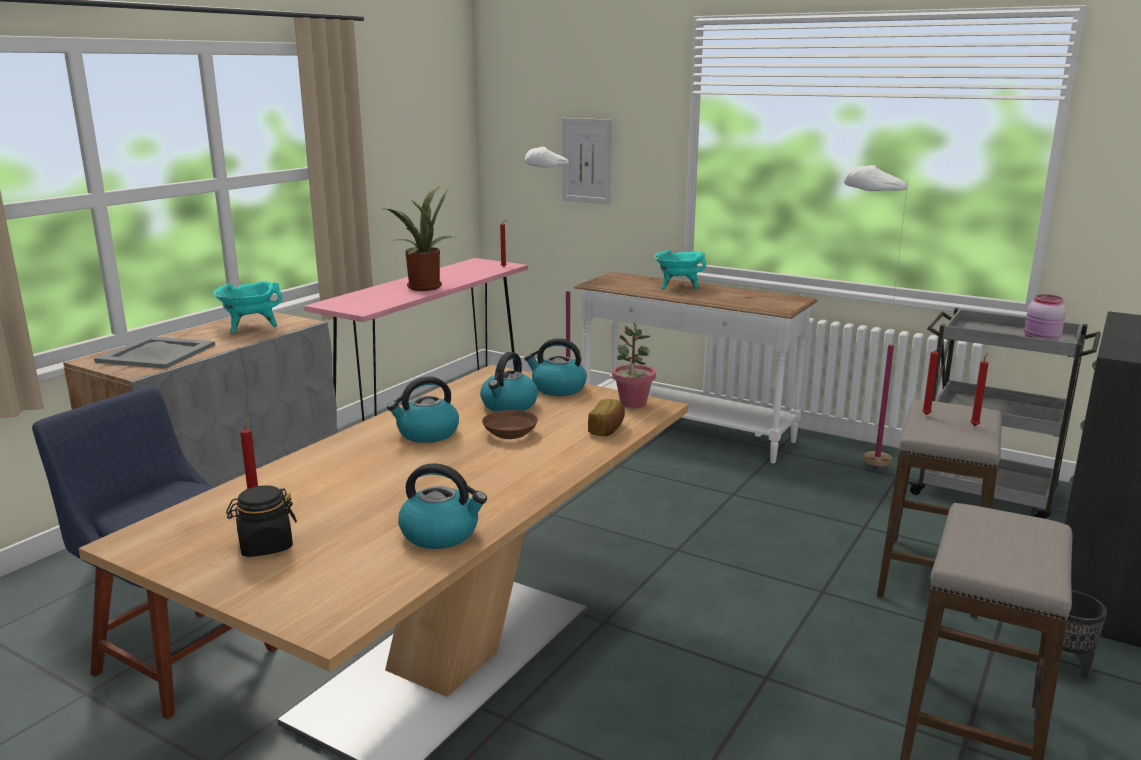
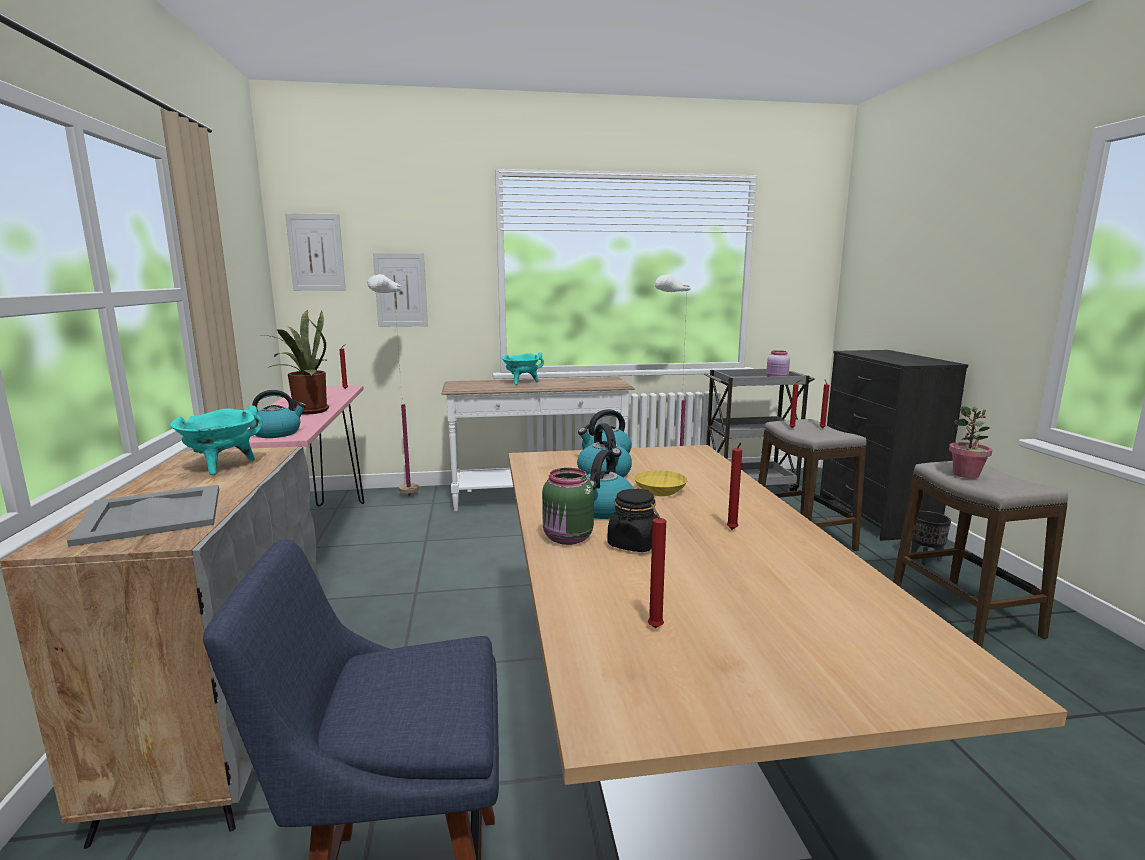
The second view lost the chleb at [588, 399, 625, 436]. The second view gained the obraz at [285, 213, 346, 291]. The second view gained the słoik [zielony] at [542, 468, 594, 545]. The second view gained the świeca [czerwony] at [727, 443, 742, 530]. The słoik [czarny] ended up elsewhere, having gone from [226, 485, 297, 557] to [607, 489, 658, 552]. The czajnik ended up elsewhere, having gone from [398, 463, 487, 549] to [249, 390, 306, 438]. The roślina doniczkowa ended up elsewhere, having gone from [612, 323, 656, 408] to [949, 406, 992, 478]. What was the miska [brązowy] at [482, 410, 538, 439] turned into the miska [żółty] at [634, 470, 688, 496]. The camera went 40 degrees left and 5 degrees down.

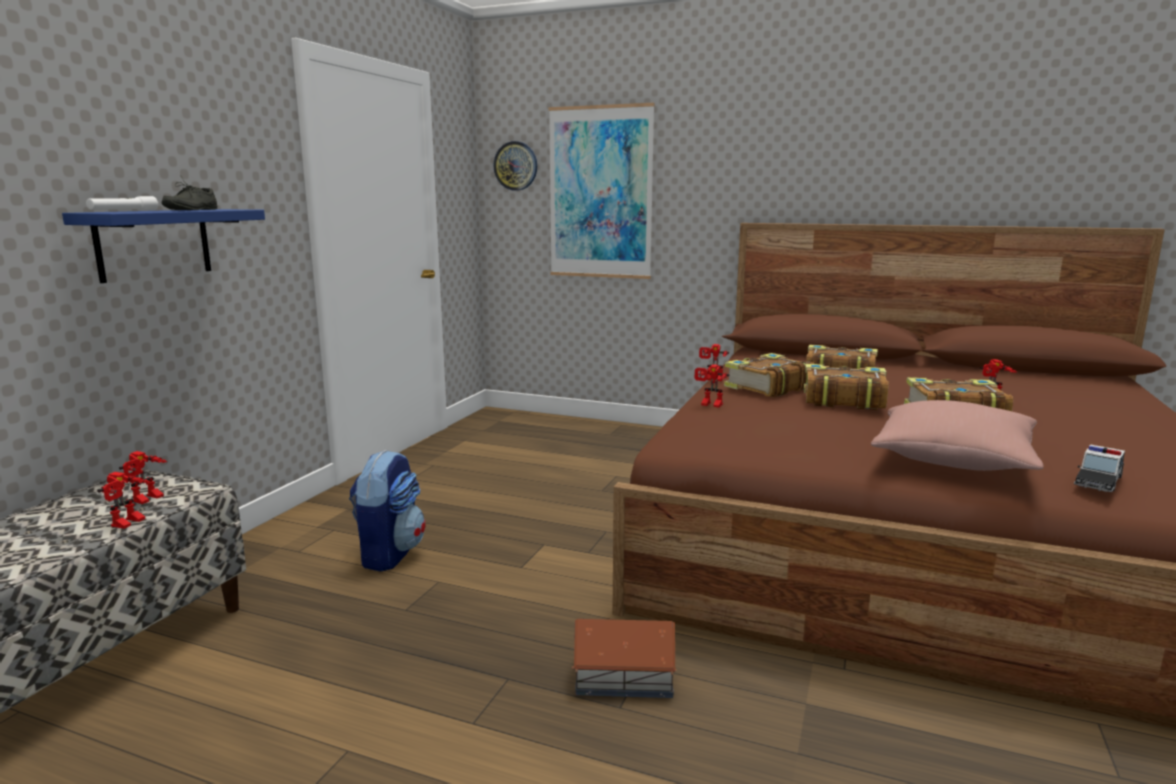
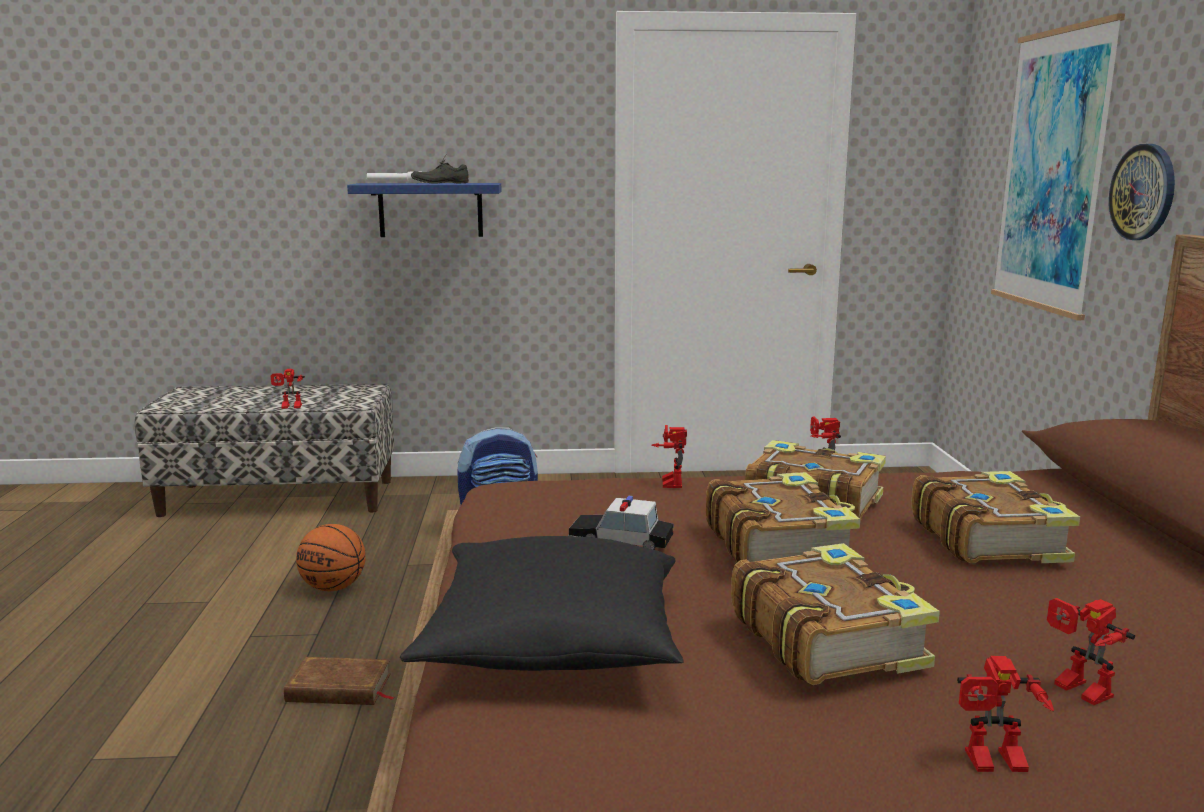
The second view gained the piłka do koszykówki at [296, 524, 366, 591]. The robot zabawkowy ended up elsewhere, having gone from [119, 451, 167, 504] to [957, 656, 1054, 772]. The zegar ścienny ended up elsewhere, having gone from [493, 141, 537, 191] to [1109, 144, 1175, 240]. The samochodzik ended up elsewhere, having gone from [1074, 444, 1125, 492] to [568, 496, 673, 550]. Where the domek stood at [572, 619, 677, 698], the książka [brązowy] came to stand at [284, 657, 395, 705]. What was the poduszka [różowy] at [871, 400, 1044, 471] turned into the poduszka [czarny] at [400, 536, 684, 671]. The camera went 65 degrees right and 0 degrees up.

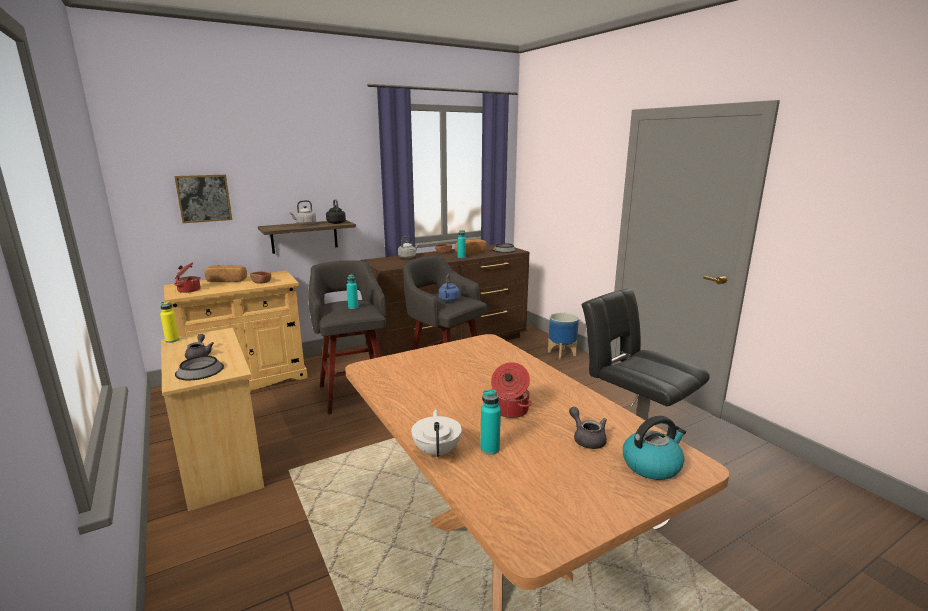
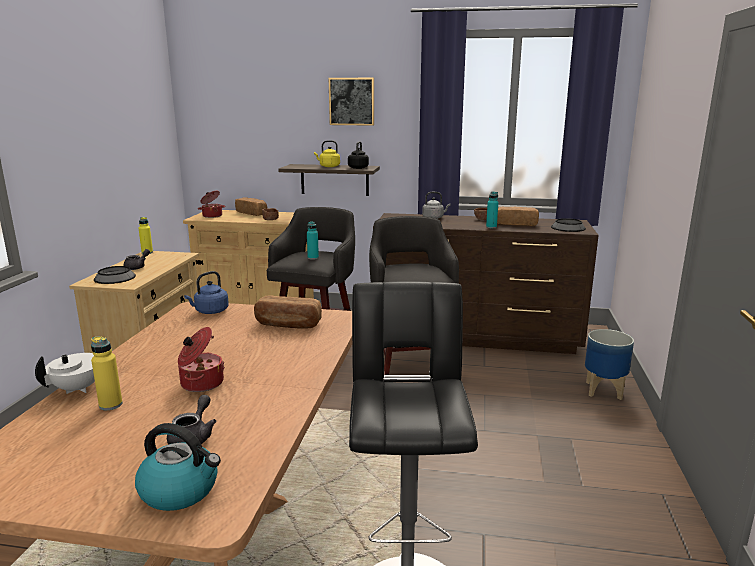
The second view gained the chleb at [254, 296, 322, 329]. The obraz ended up elsewhere, having gone from [174, 175, 232, 223] to [329, 78, 374, 126]. The czajnik [niebieski] ended up elsewhere, having gone from [439, 274, 460, 302] to [184, 271, 229, 314]. What was the czajnik [szary] at [290, 200, 316, 225] turned into the czajnik [żółty] at [314, 140, 340, 167]. What was the butelka [turkusowy] at [480, 390, 501, 455] turned into the butelka [żółty] at [91, 336, 123, 410]. The camera went 40 degrees right and 0 degrees up.

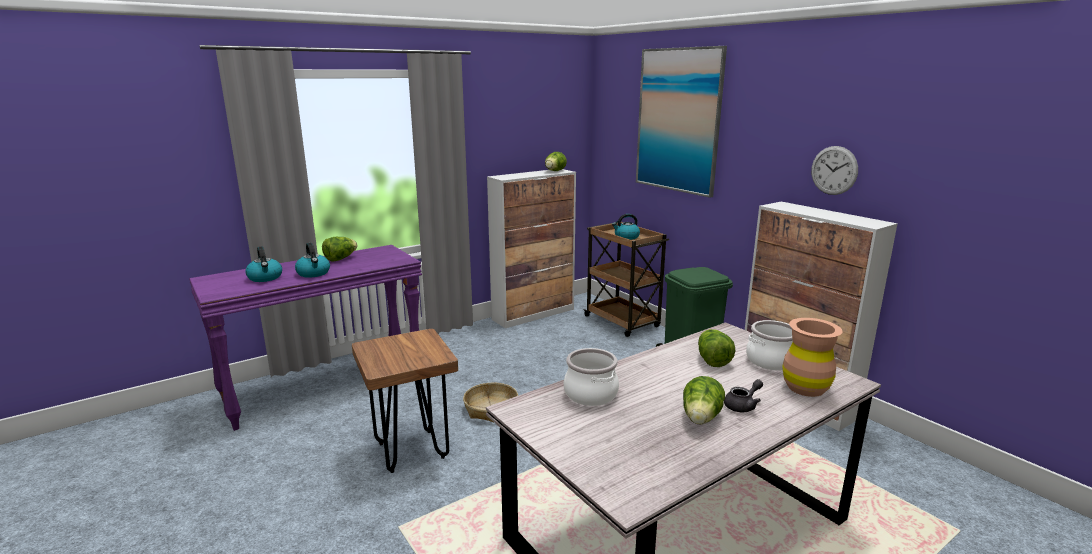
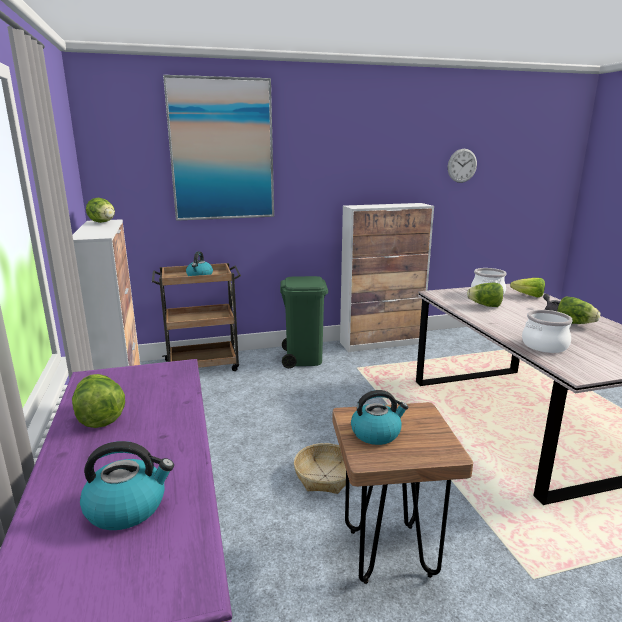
The czajnik ended up elsewhere, having gone from [295, 243, 330, 278] to [351, 390, 408, 445]. The zegar ścienny ended up elsewhere, having gone from [811, 146, 858, 195] to [448, 149, 477, 183]. Where the wazon [brązowy] stood at [782, 318, 843, 397], the sałata came to stand at [510, 278, 545, 297]. The camera went 70 degrees left and 0 degrees up.

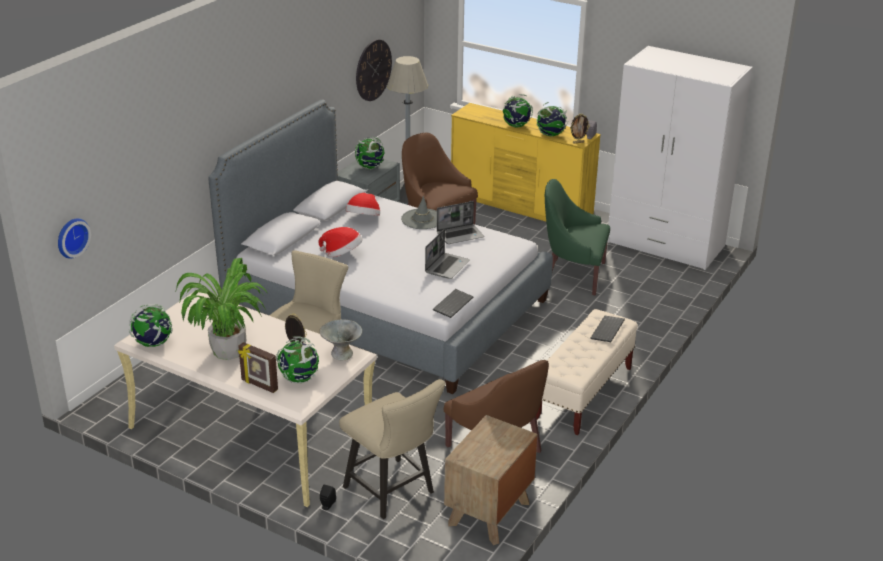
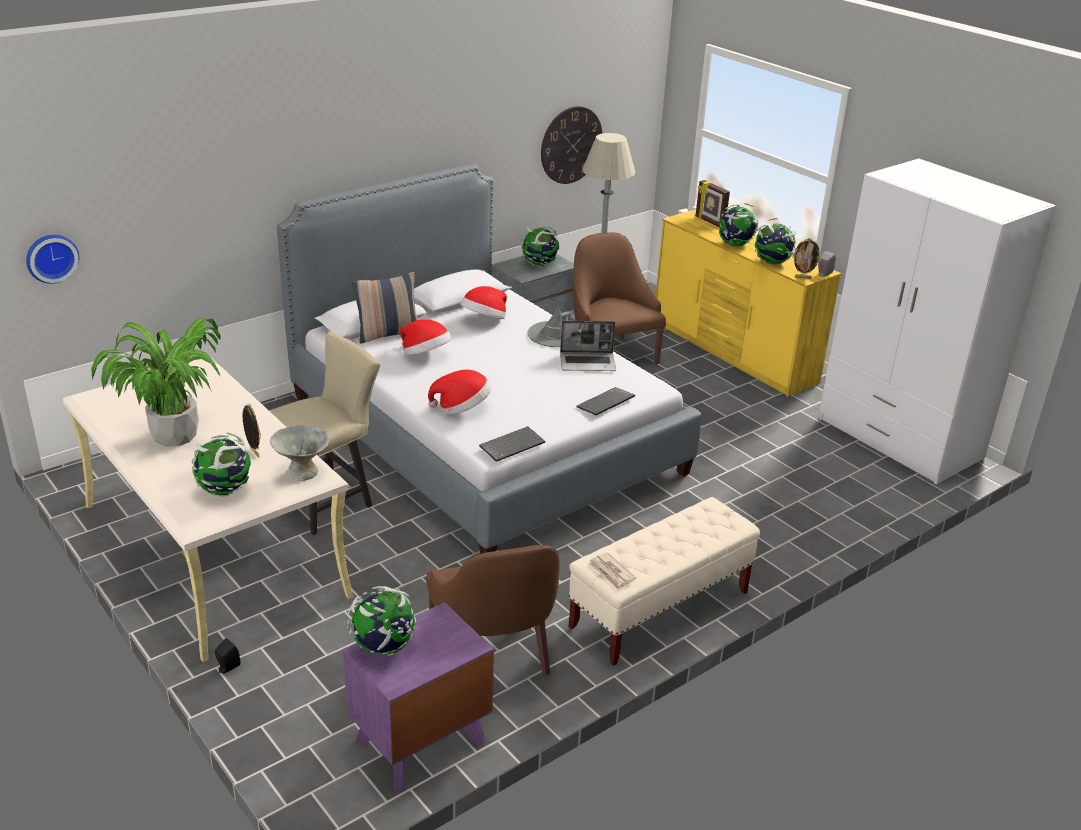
The second view lost the krzesło [beżowy] at [339, 379, 445, 519]. The second view lost the laptop at [425, 229, 470, 279]. The second view lost the fotel [zielony] at [545, 179, 610, 295]. The second view gained the poduszka at [352, 272, 418, 344]. The second view gained the kapelusz at [428, 370, 492, 414]. The second view gained the gazeta at [588, 552, 636, 590]. The globus ended up elsewhere, having gone from [129, 304, 173, 347] to [347, 586, 416, 656]. The ramka na zdjęcie ended up elsewhere, having gone from [238, 342, 278, 393] to [696, 180, 730, 227]. The klawiatura ended up elsewhere, having gone from [590, 316, 625, 342] to [576, 387, 635, 415]. What was the szafka nocna [brązowy] at [444, 415, 538, 545] turned into the szafka nocna [fioletowy] at [343, 602, 494, 790]. The camera went 20 degrees right and 0 degrees up.

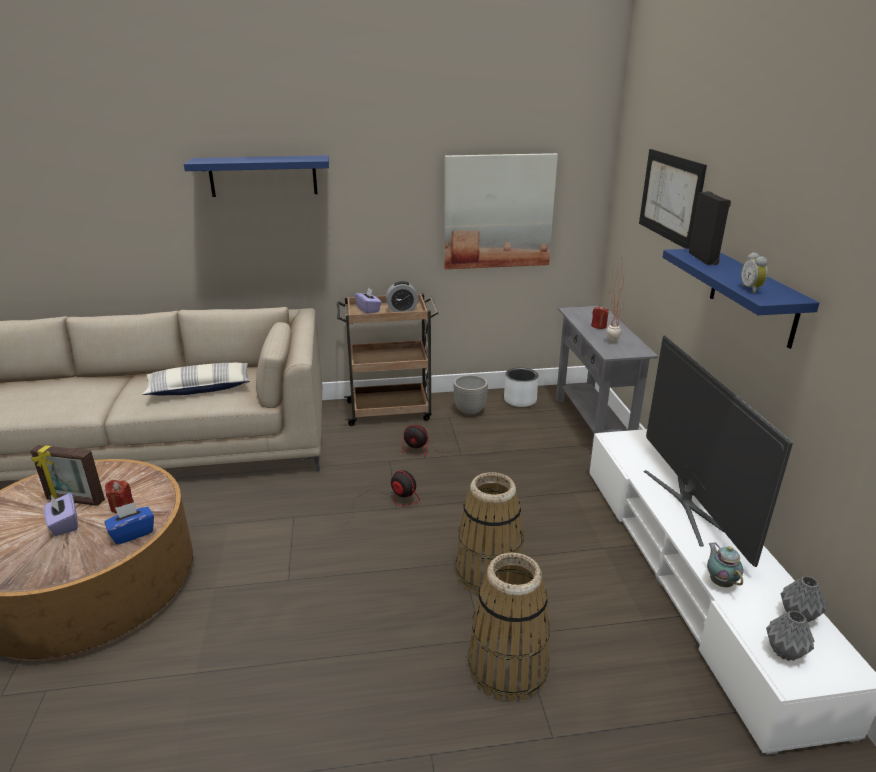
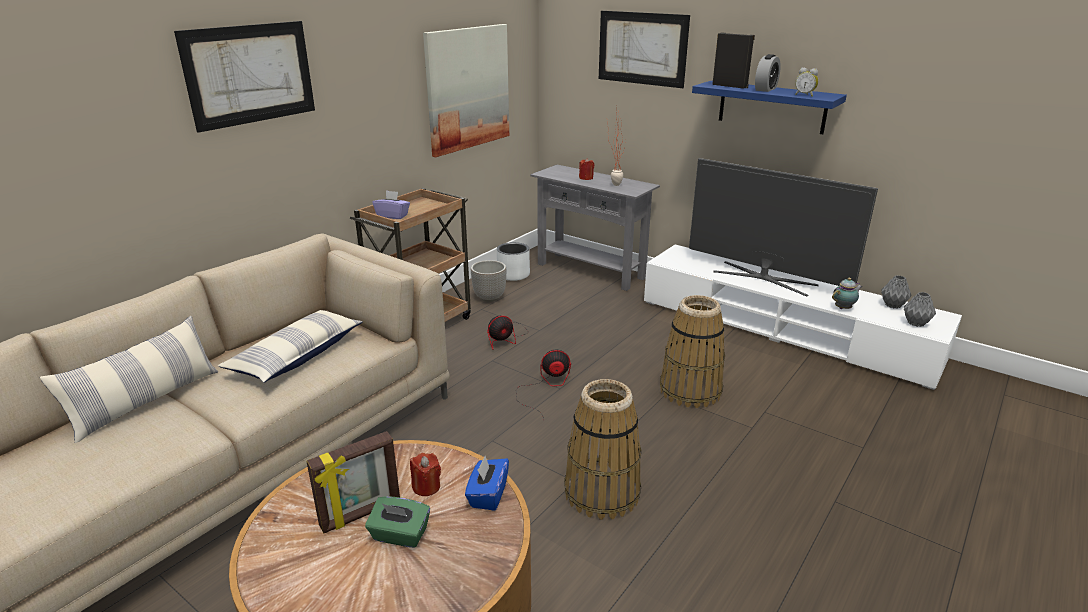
The second view gained the poduszka at [40, 316, 218, 443]. The budzik ended up elsewhere, having gone from [386, 281, 418, 312] to [755, 54, 781, 92]. The koszyk ended up elsewhere, having gone from [468, 553, 550, 702] to [564, 379, 641, 520]. Where the półka [niebieski] hung at [184, 155, 329, 197], the obraz came to hang at [174, 21, 315, 133]. What was the pudełko chusteczek [fioletowy] at [44, 493, 78, 536] turned into the pudełko chusteczek [zielony] at [365, 496, 430, 548]. The imbryk at [707, 542, 743, 587] ended up facing another way, 120 degrees clockwise from before. The camera went 45 degrees left and 0 degrees up.

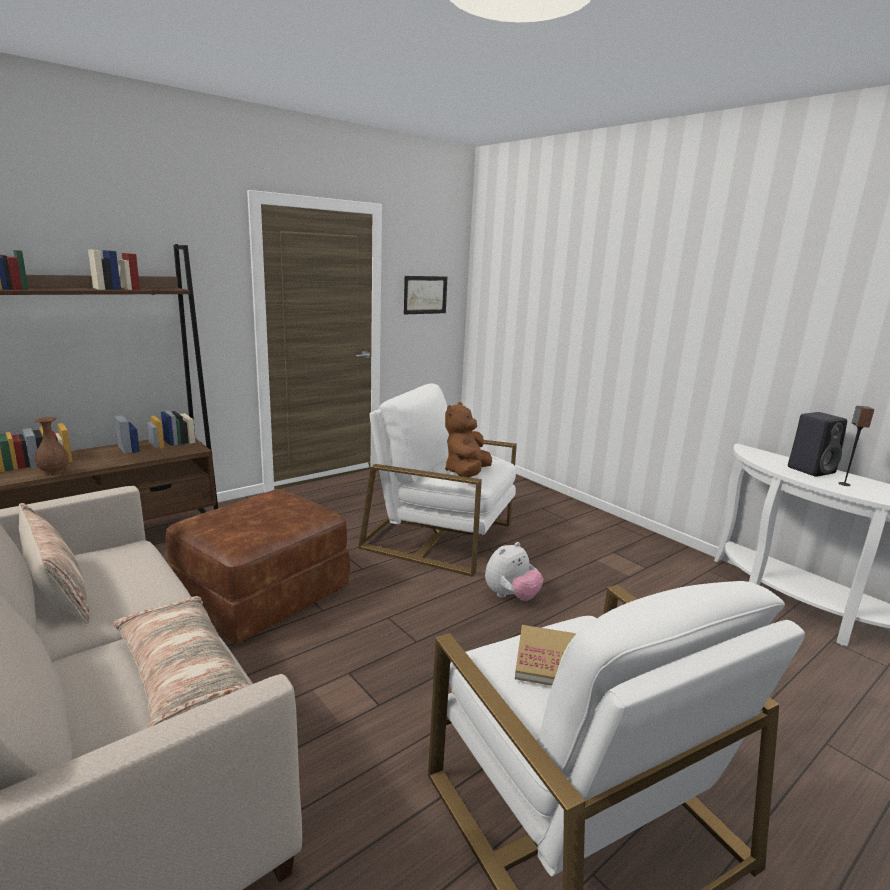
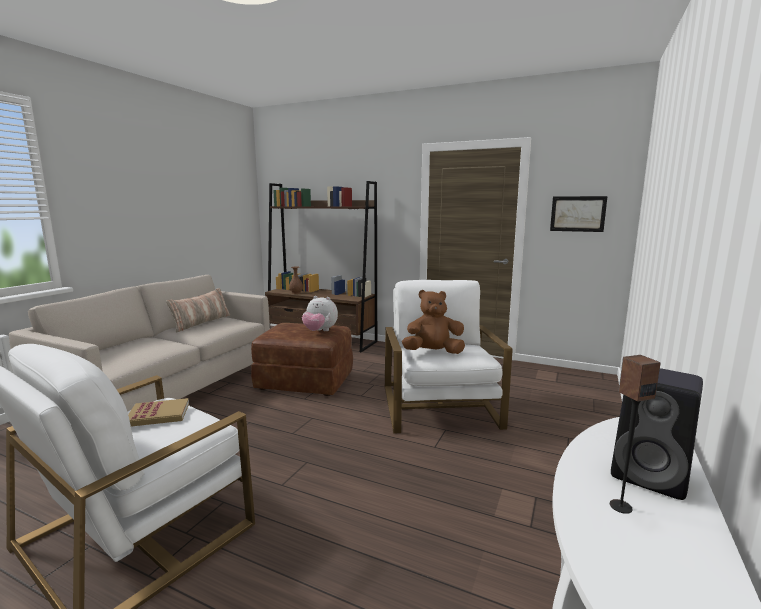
The second view lost the poduszka at [113, 596, 250, 728]. The pluszak ended up elsewhere, having gone from [485, 542, 543, 601] to [302, 296, 338, 331]. The camera went 65 degrees right and 5 degrees down.

